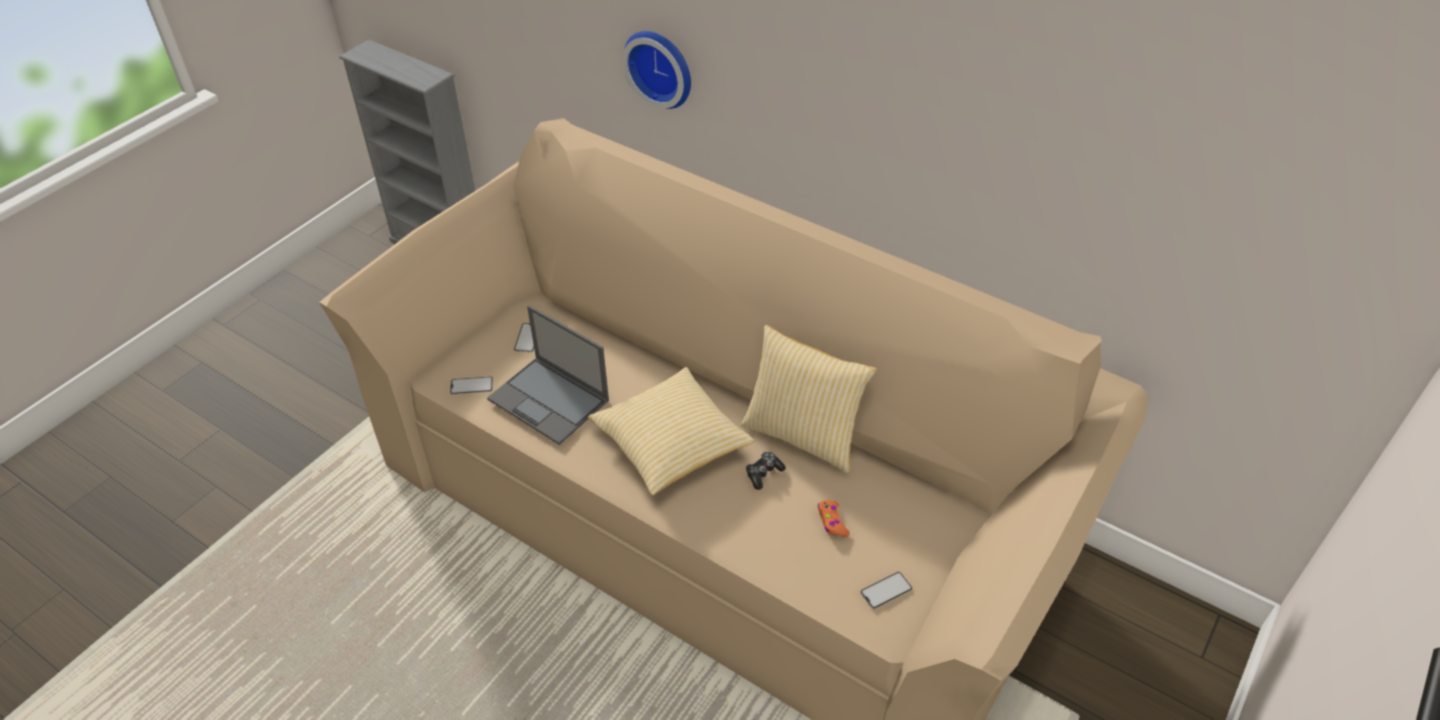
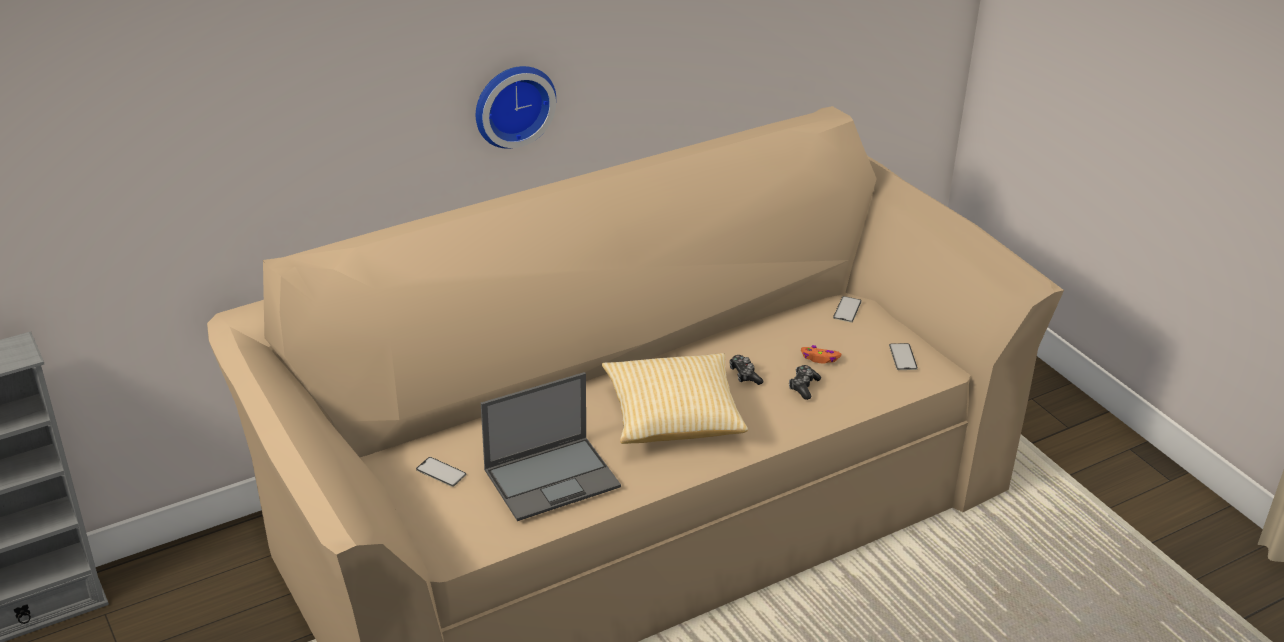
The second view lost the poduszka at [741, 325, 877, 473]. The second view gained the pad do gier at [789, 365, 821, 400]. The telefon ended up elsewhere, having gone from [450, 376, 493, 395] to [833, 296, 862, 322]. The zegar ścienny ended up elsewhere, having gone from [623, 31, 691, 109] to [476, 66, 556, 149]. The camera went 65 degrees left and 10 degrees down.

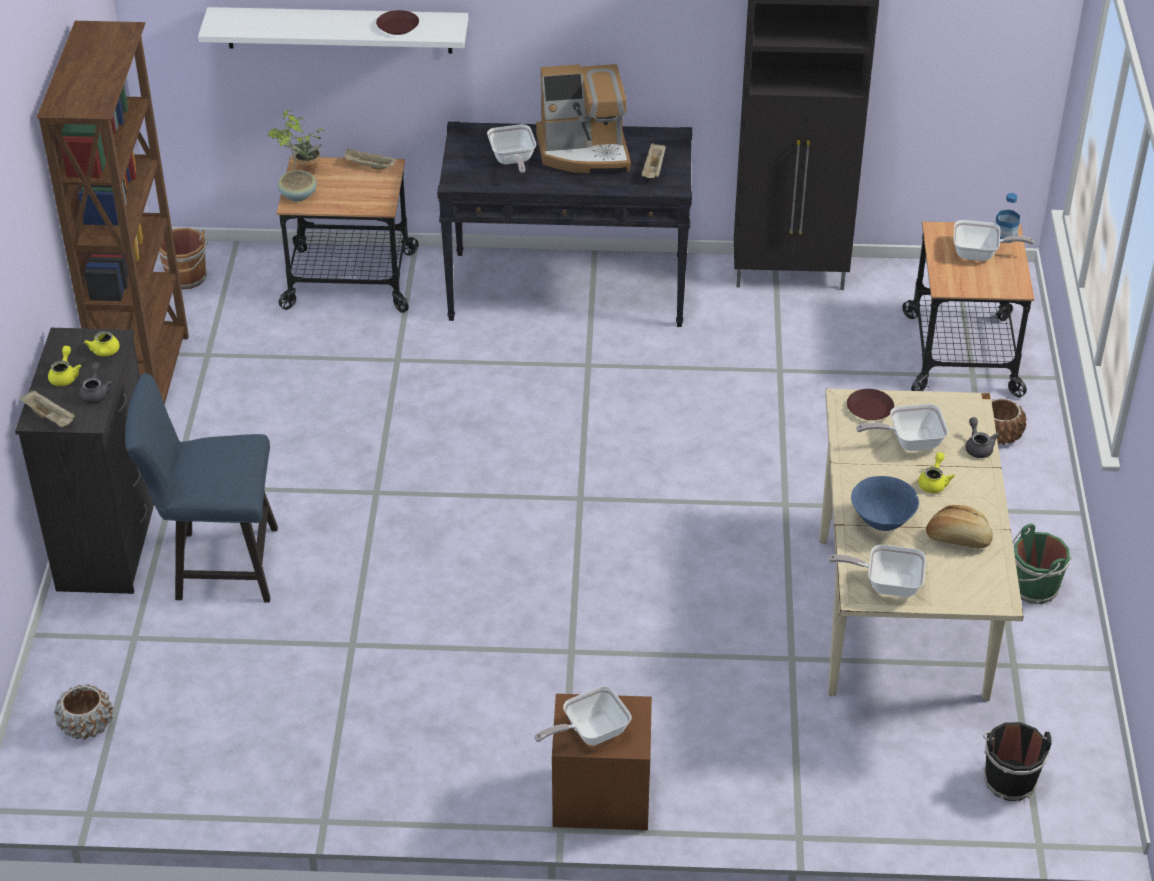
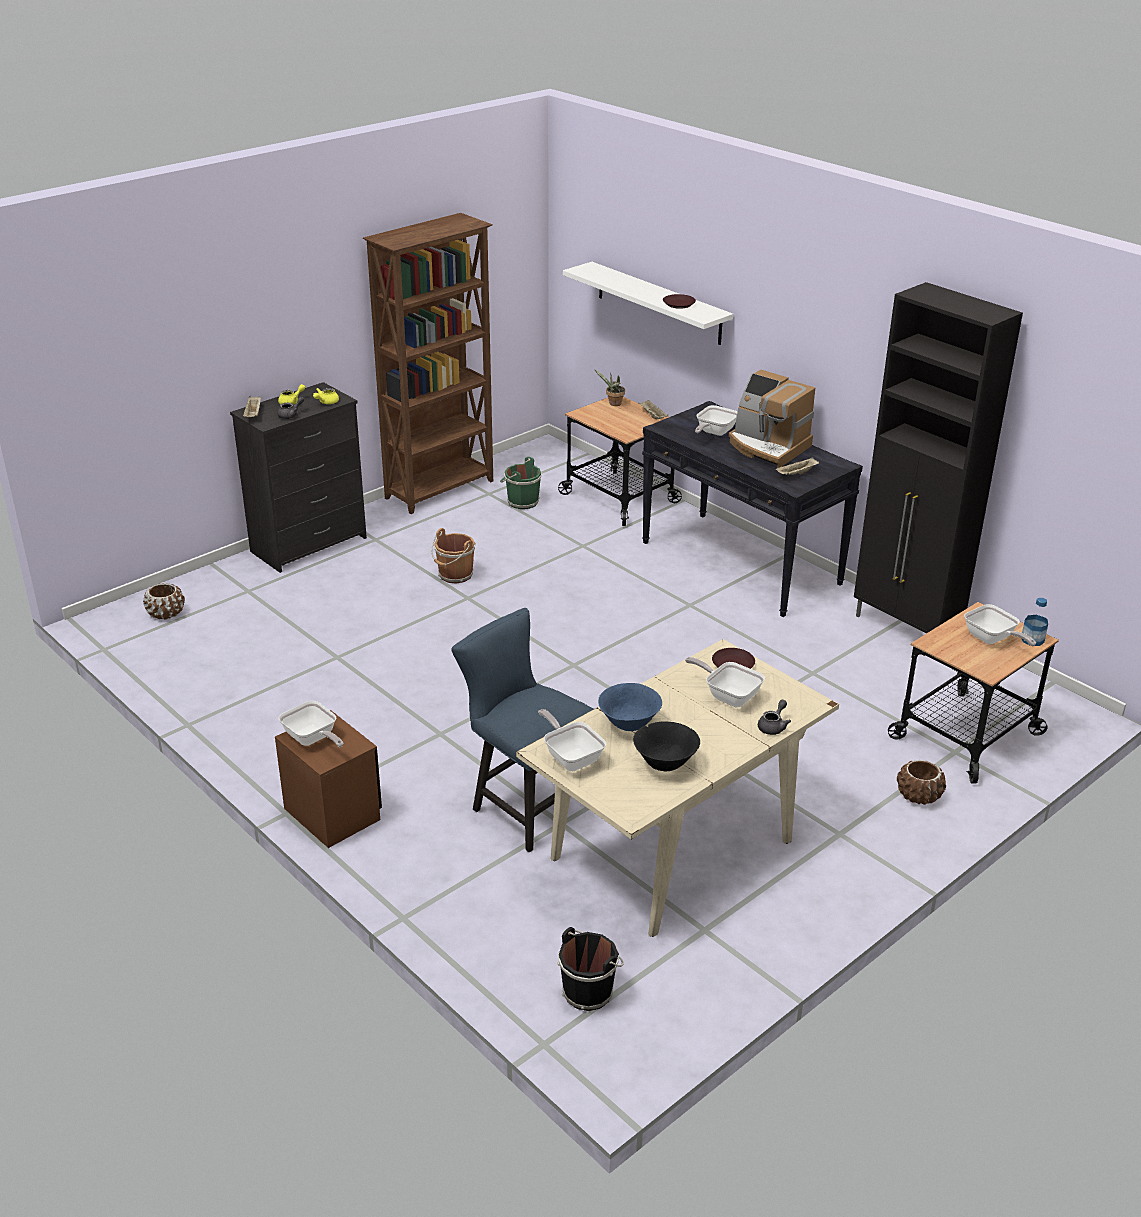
The second view lost the roślina doniczkowa at [267, 109, 325, 201]. The second view lost the imbryk [żółty] at [918, 452, 955, 493]. The krzesło [niebieski] ended up elsewhere, having gone from [125, 373, 278, 602] to [451, 608, 594, 853]. The wiadro [brązowy] ended up elsewhere, having gone from [157, 228, 208, 289] to [431, 528, 476, 584]. The wiadro [zielony] ended up elsewhere, having gone from [1013, 524, 1072, 604] to [500, 457, 542, 509]. Where the chleb stood at [926, 505, 993, 549], the miska [czarny] came to stand at [633, 721, 700, 771]. The patelnia at [534, 686, 632, 745] ended up facing another way, 150 degrees counterclockwise from before. The camera went 45 degrees right and 10 degrees down.

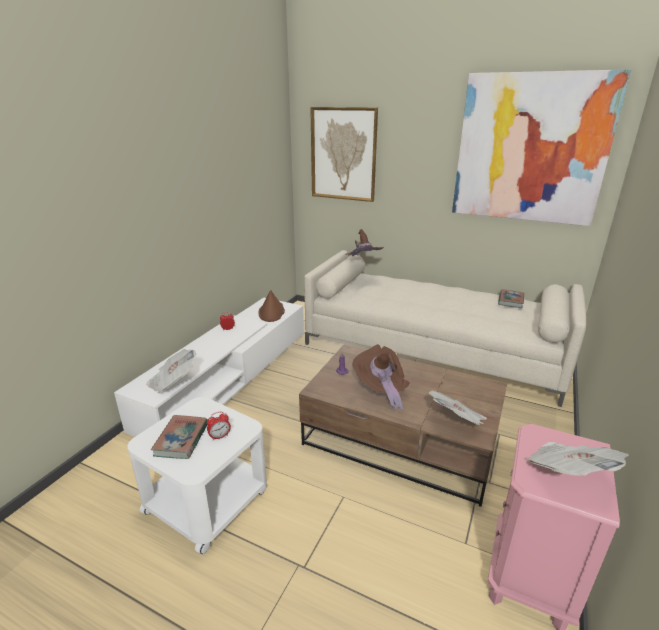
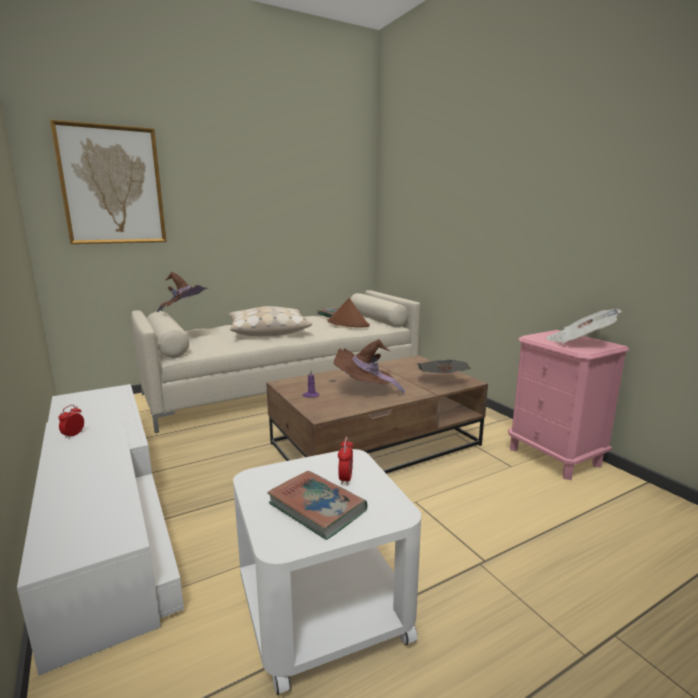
The second view lost the gazeta at [146, 349, 196, 393]. The second view lost the obraz at [452, 69, 631, 226]. The second view gained the poduszka [beżowy] at [229, 306, 312, 336]. The kapelusz [brązowy] ended up elsewhere, having gone from [259, 290, 285, 322] to [327, 298, 369, 328]. The camera went 55 degrees left and 10 degrees down.

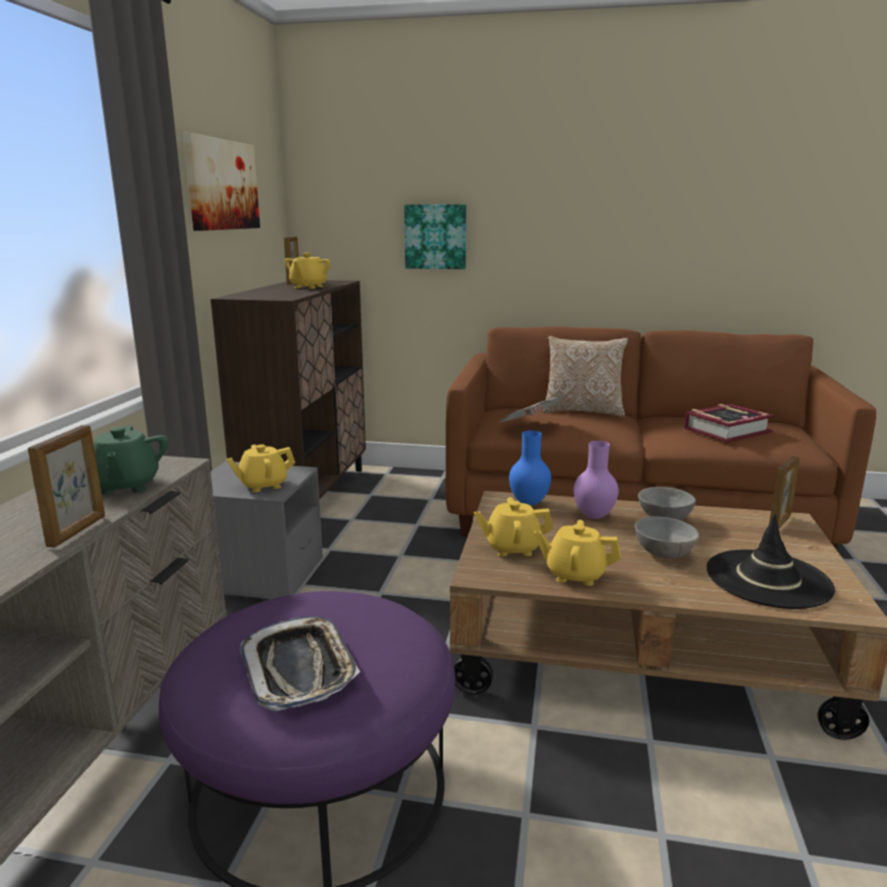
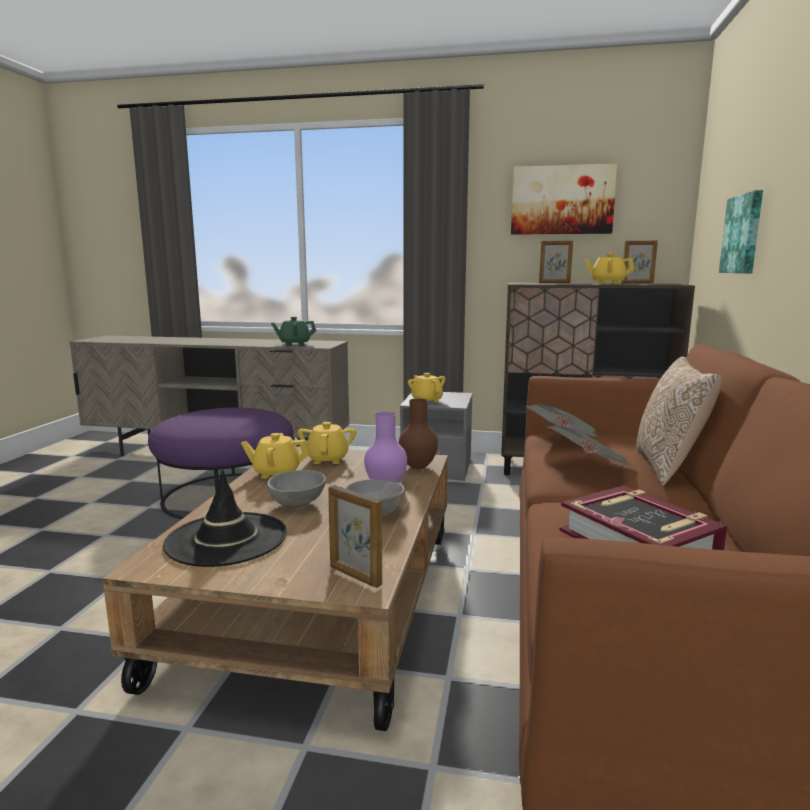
The second view lost the taca at [241, 616, 360, 711]. The second view gained the gazeta at [547, 426, 631, 465]. The ramka na zdjęcie ended up elsewhere, having gone from [28, 425, 105, 548] to [539, 241, 573, 283]. What was the wazon [niebieski] at [509, 430, 551, 506] turned into the wazon [brązowy] at [399, 398, 438, 469]. The imbryk [żółty] at [534, 520, 621, 586] ended up facing another way, 105 degrees counterclockwise from before. The camera went 90 degrees right and 5 degrees down.

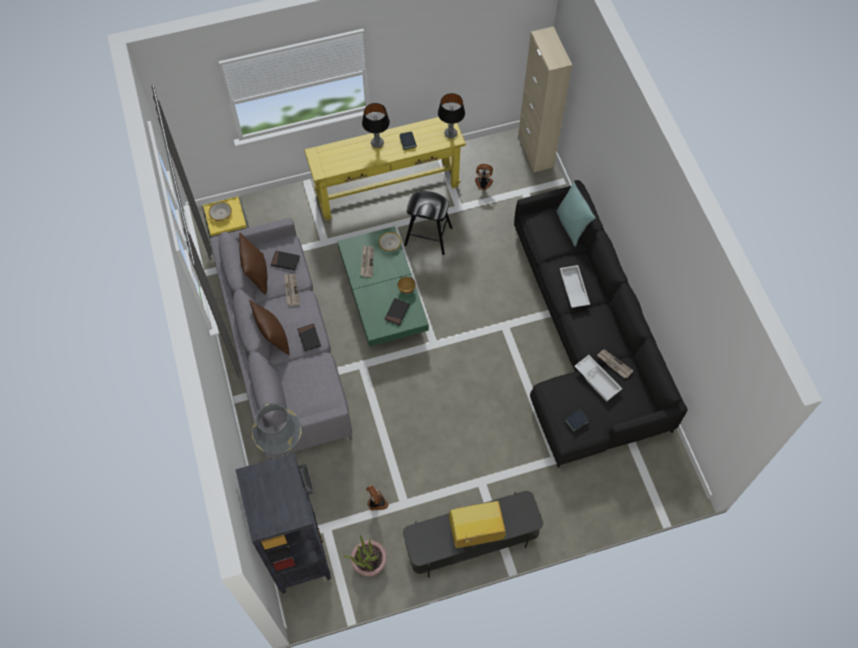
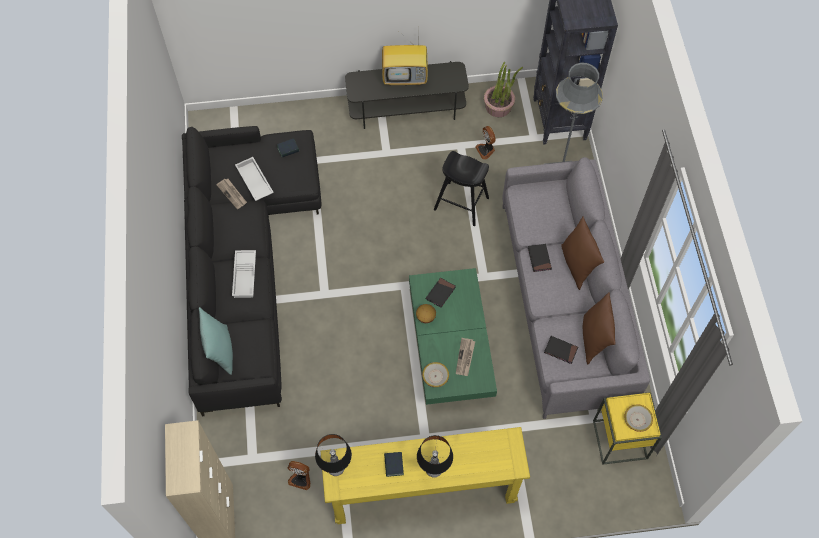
The second view lost the gazeta at [284, 274, 301, 307]. The stołek [czarny] ended up elsewhere, having gone from [404, 191, 452, 255] to [434, 151, 489, 226]. The camera went 170 degrees left and 0 degrees up.

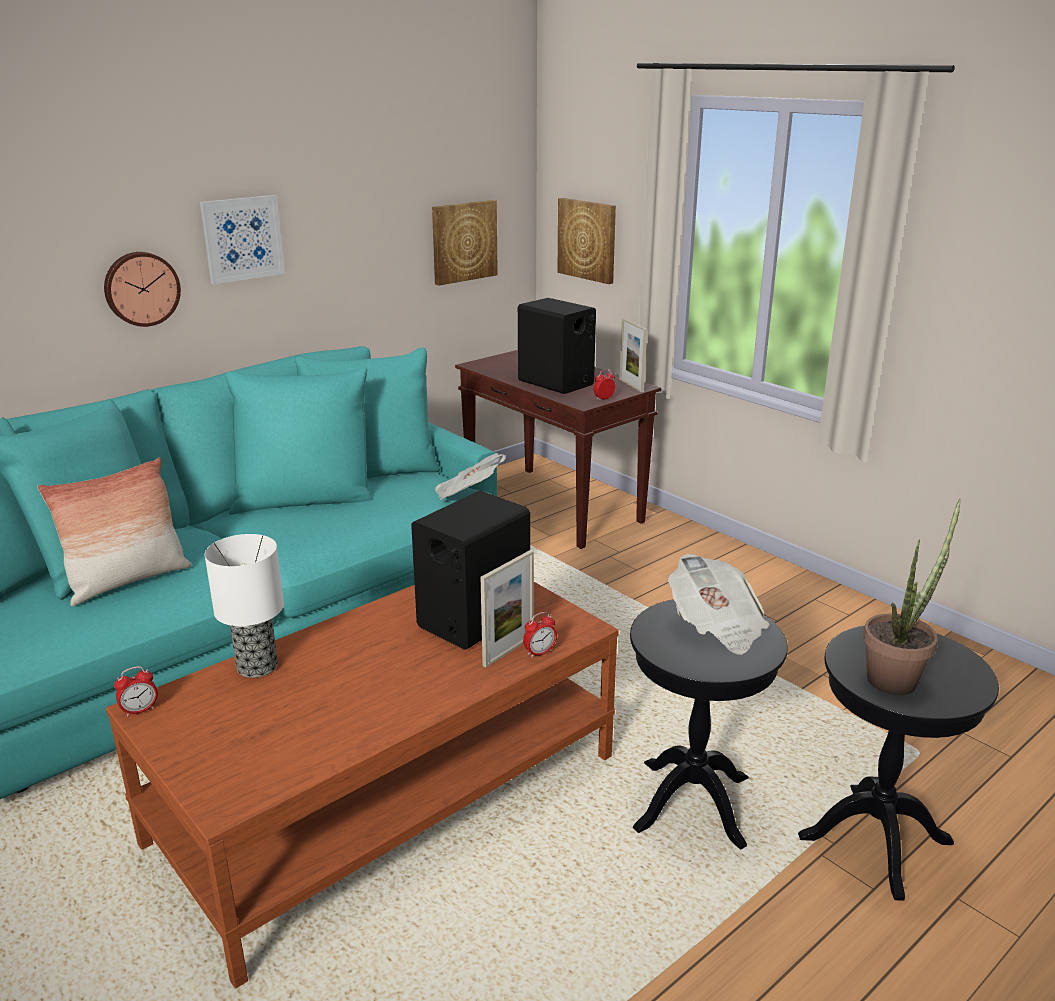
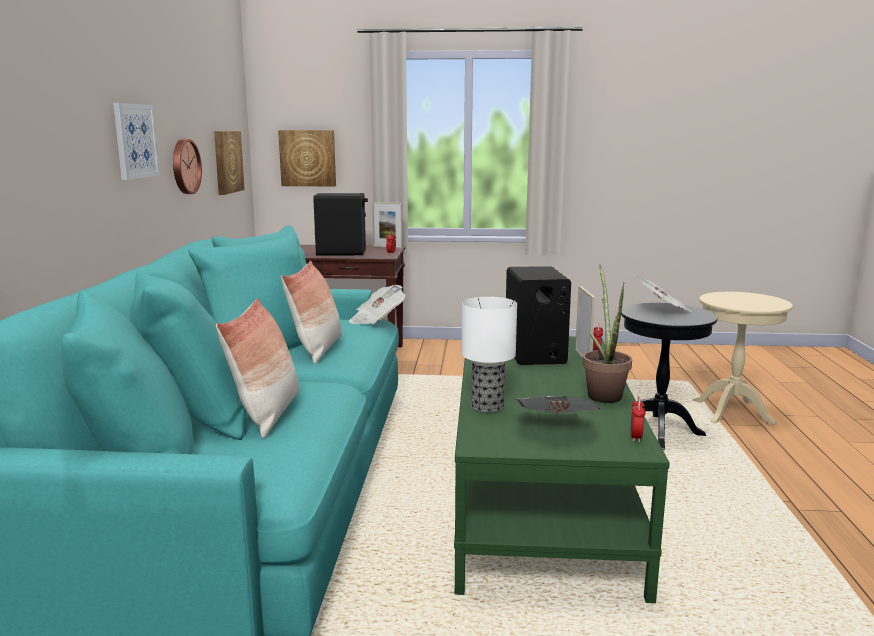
The second view gained the poduszka at [281, 261, 341, 364]. The second view gained the gazeta at [514, 396, 600, 413]. The zegar ścienny ended up elsewhere, having gone from [104, 252, 181, 327] to [173, 139, 202, 194]. The budzik ended up elsewhere, having gone from [114, 666, 158, 717] to [631, 396, 646, 442]. The roślina doniczkowa ended up elsewhere, having gone from [863, 498, 961, 695] to [583, 264, 632, 403]. What was the ława [brązowy] at [106, 582, 619, 989] turned into the ława [zielony] at [454, 336, 670, 603]. What was the stolik [czarny] at [798, 625, 999, 901] turned into the stolik [beżowy] at [692, 292, 793, 425]. The camera went 45 degrees left and 10 degrees down.

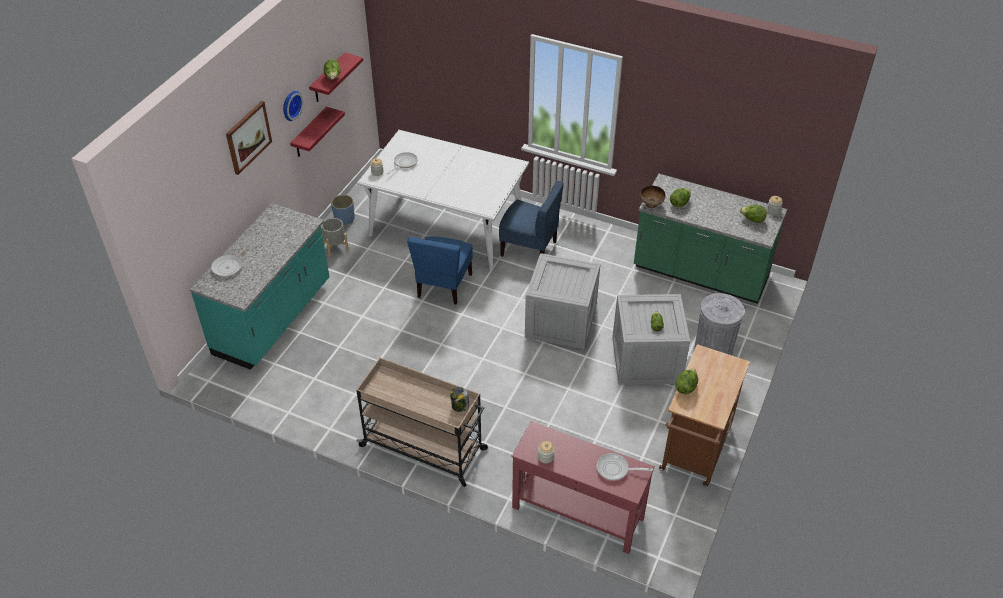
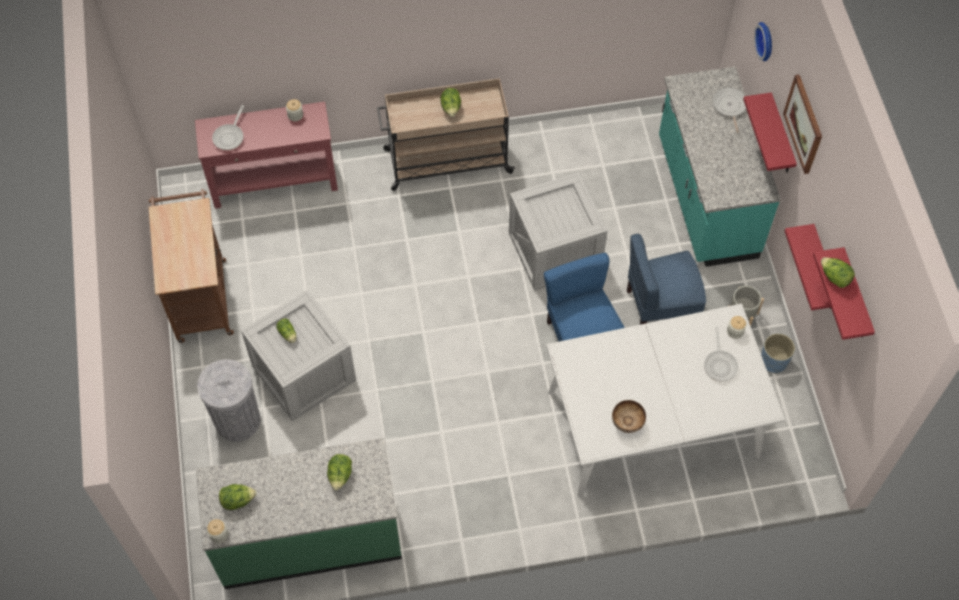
The second view lost the słoik at [450, 387, 470, 412]. The second view gained the półka [czerwony] at [743, 92, 797, 173]. The zegar ścienny ended up elsewhere, having gone from [283, 91, 303, 121] to [754, 22, 772, 61]. The krzesło [niebieski] ended up elsewhere, having gone from [499, 181, 564, 257] to [627, 234, 706, 325]. The skrzynka ended up elsewhere, having gone from [525, 253, 600, 349] to [509, 172, 608, 291]. The miska ended up elsewhere, having gone from [640, 186, 665, 208] to [612, 400, 646, 433]. The sałata ended up elsewhere, having gone from [675, 369, 698, 394] to [440, 88, 461, 117]. The patelnia at [597, 453, 653, 481] ended up facing another way, 135 degrees clockwise from before. The camera went 145 degrees right and 15 degrees up.

